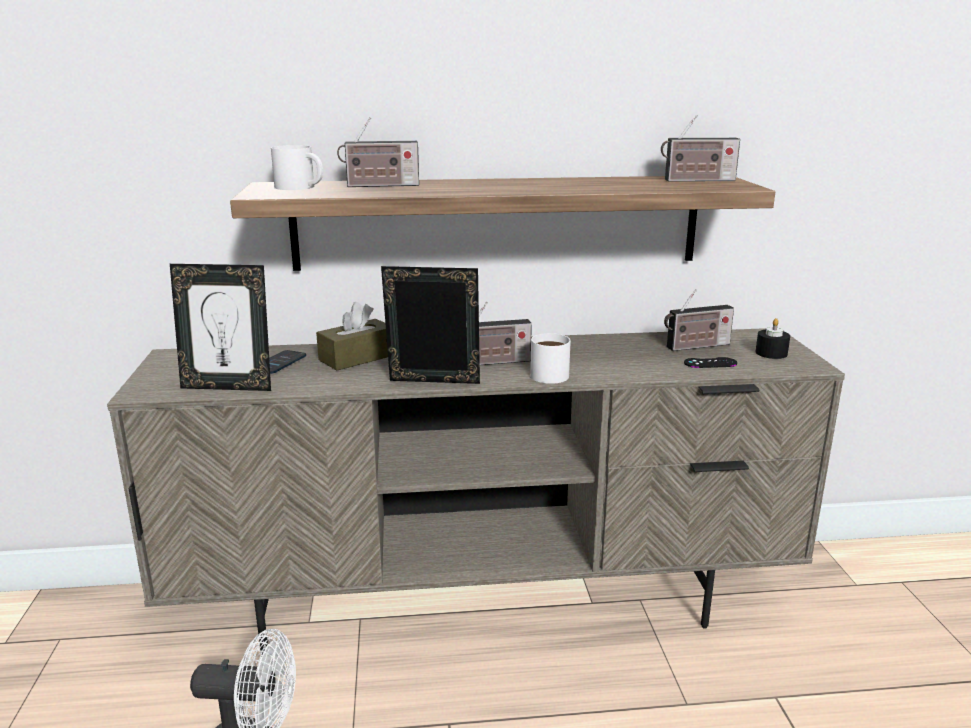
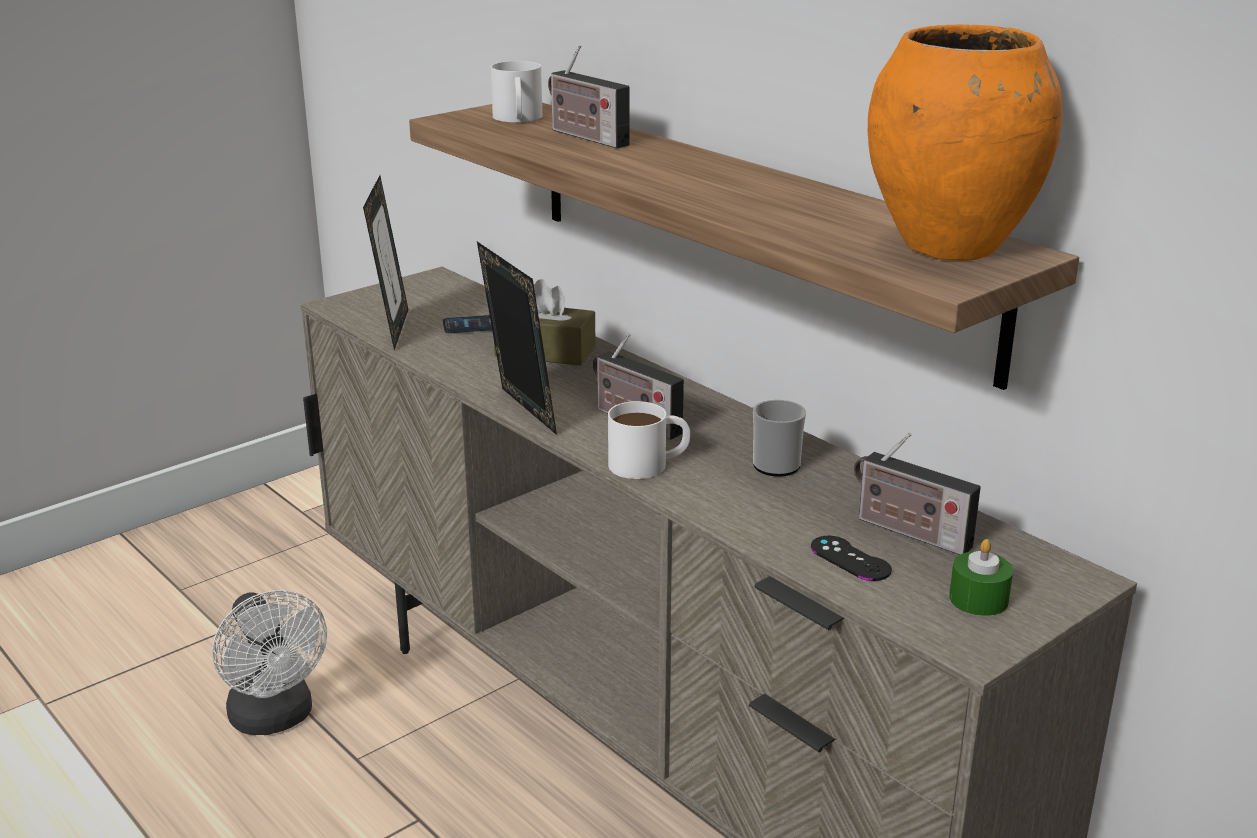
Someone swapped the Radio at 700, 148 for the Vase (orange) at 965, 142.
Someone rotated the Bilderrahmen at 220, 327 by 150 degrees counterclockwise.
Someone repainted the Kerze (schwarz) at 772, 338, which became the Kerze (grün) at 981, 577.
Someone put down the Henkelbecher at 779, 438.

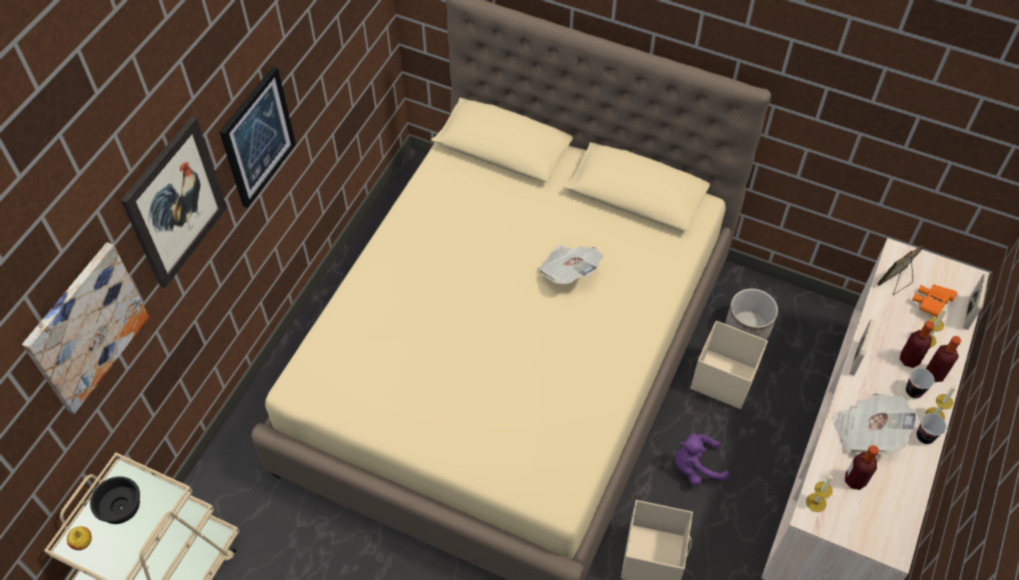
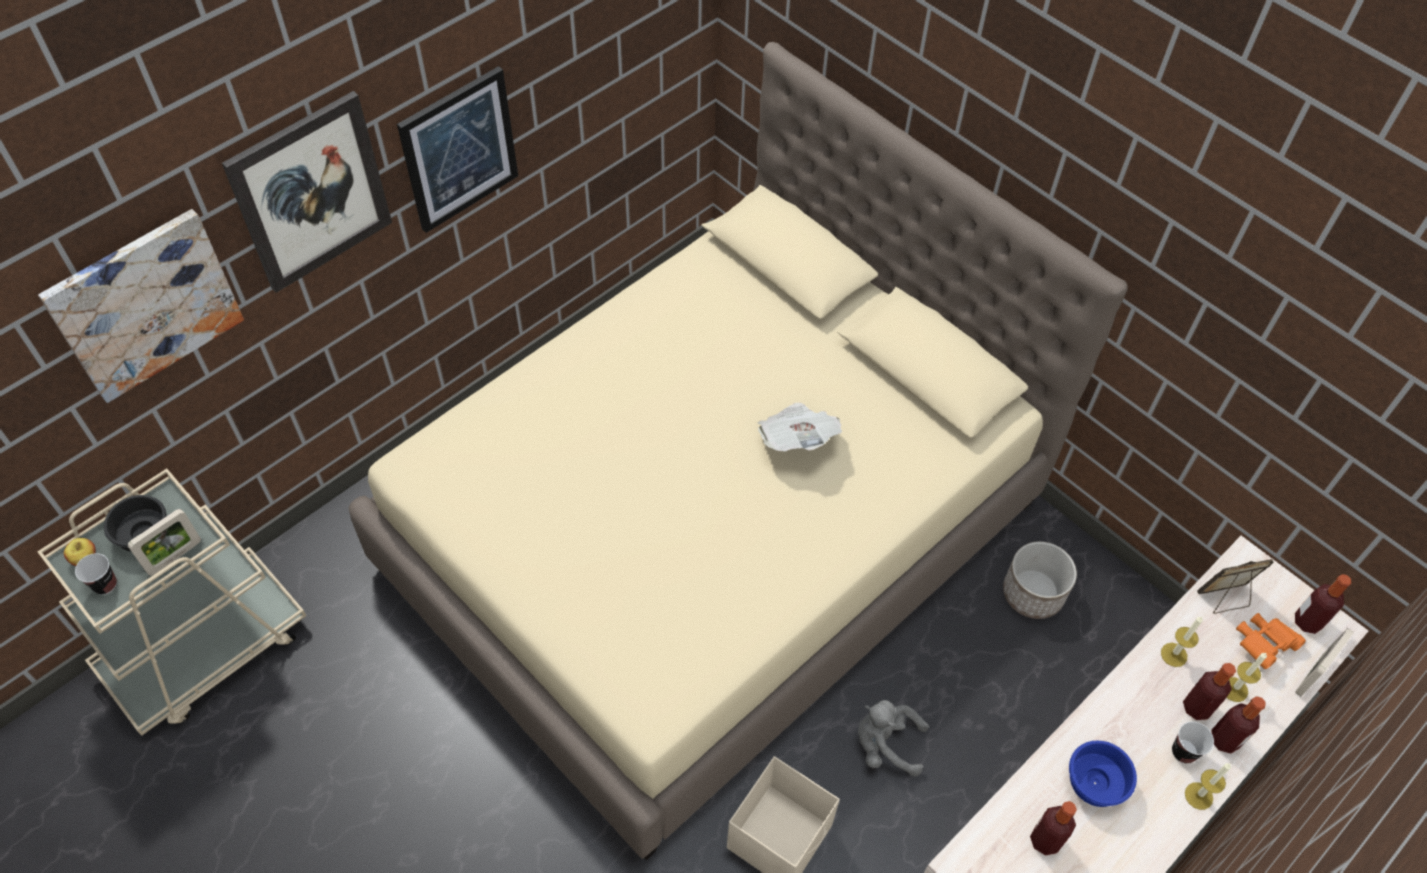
Someone carried the Bilderrahmen from 862, 347 to 164, 542.
Someone took away the Aufbewahrungsbox (beige) at 729, 365.
Someone swapped the Zeitung at 875, 424 for the Schüssel (blau) at 1103, 774.
Someone carried the Tasse from 931, 428 to 96, 574.
Someone repainted the Plüschtier (lila) at 702, 459, which became the Plüschtier (grau) at 893, 738.
Someone carried the Kerze from 819, 493 to 1182, 642.
Someone put down the Flasche at 1323, 604.

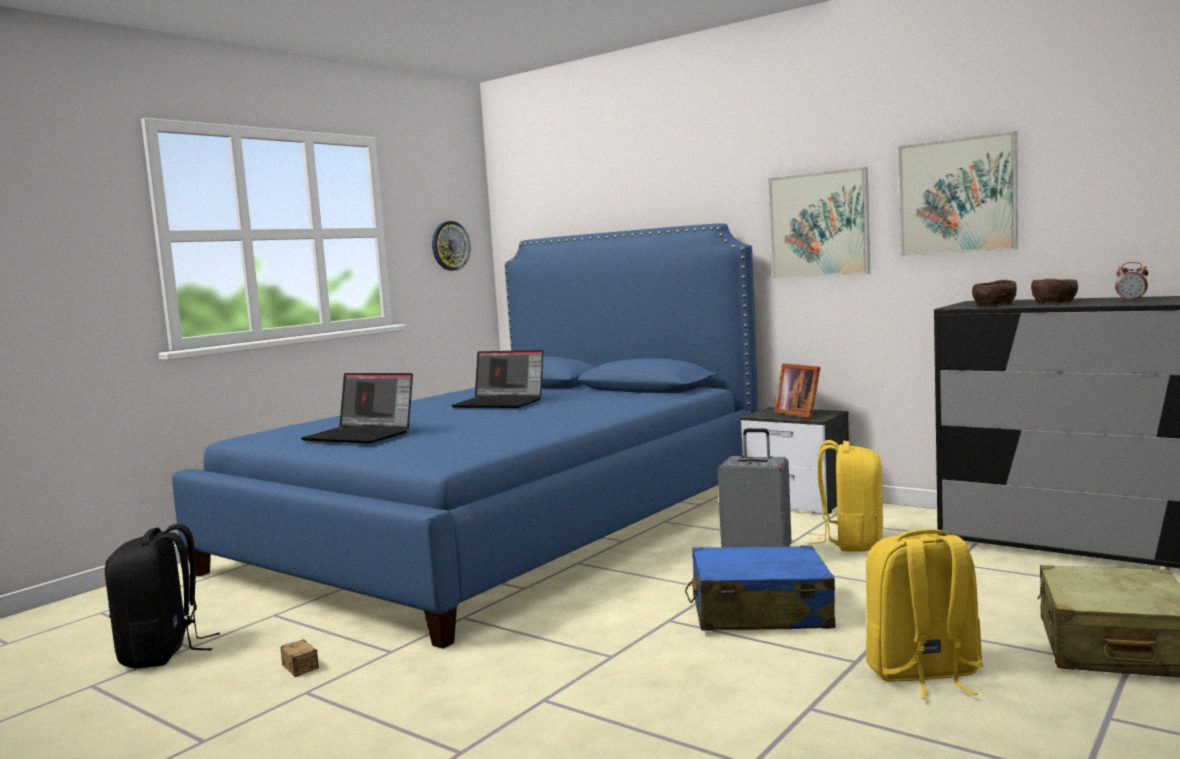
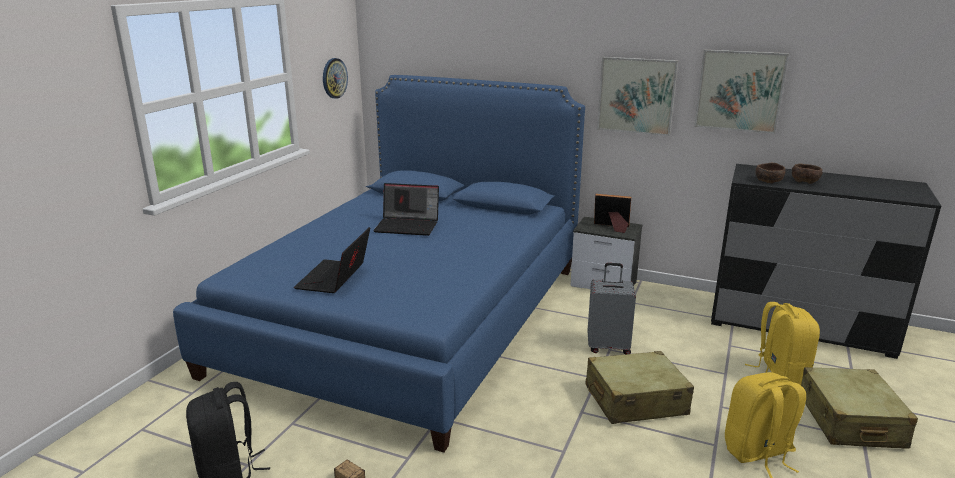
Someone took away the Wecker at 1132, 282.
Someone rotated the Bilderrahmen at 797, 391 by 150 degrees clockwise.
Someone rotated the Laptop at 357, 408 by 90 degrees clockwise.
Someone carried the Rucksack (gelb) from 845, 496 to 782, 343.
Someone repainted the Koffer (blau) at 760, 588, which became the Koffer (beige) at 640, 387.

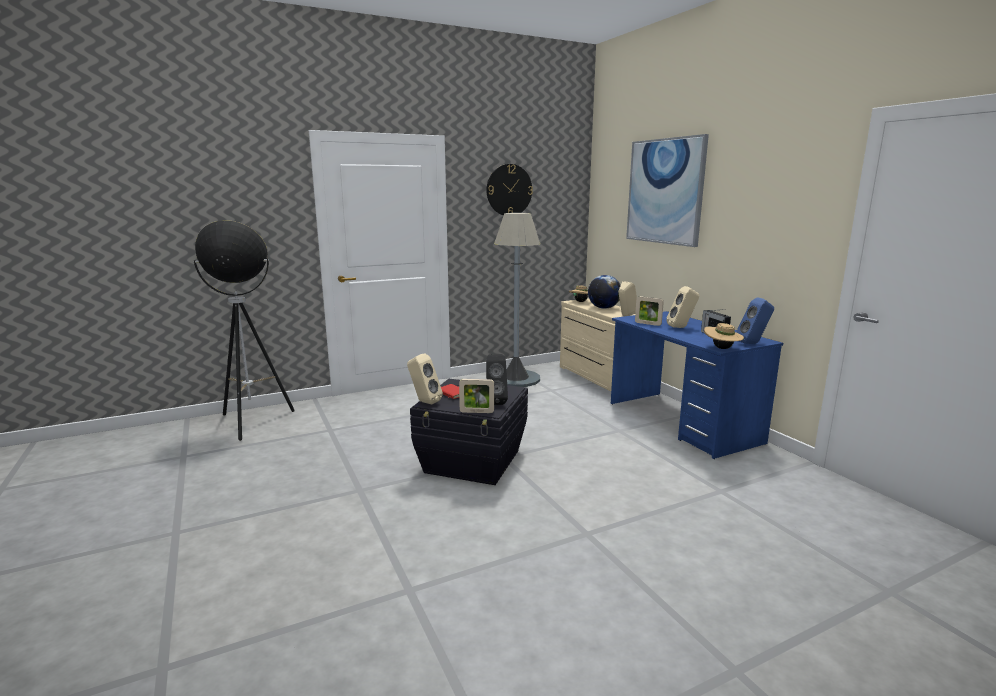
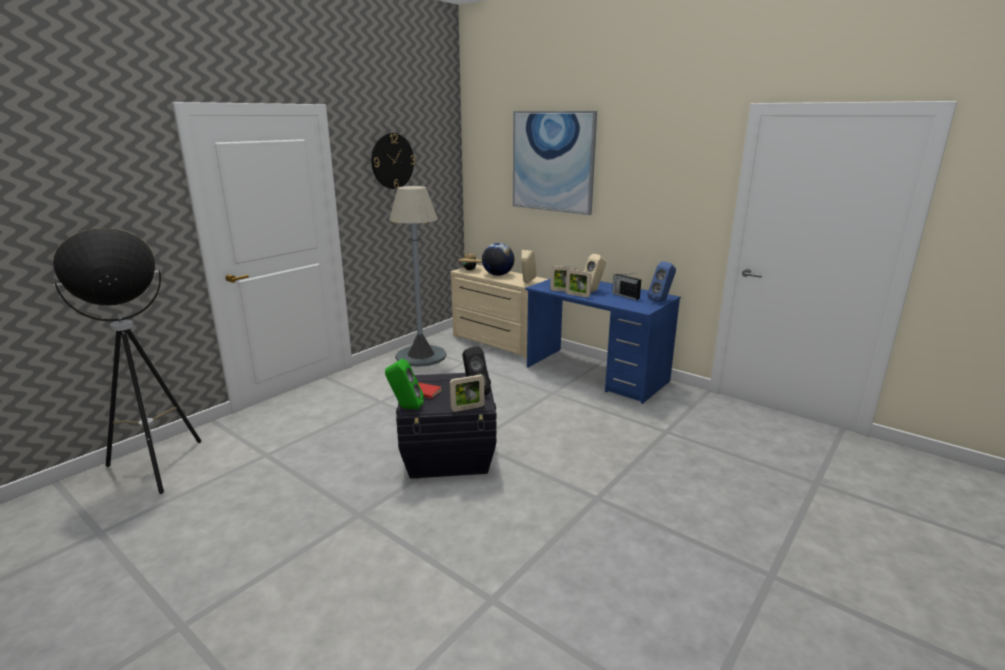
Someone took away the Hut (beige) at 724, 336.
Someone repainted the Lautsprecher (beige) at 425, 378, which became the Lautsprecher (grün) at 404, 384.
Someone put down the Bilderrahmen at 578, 283.

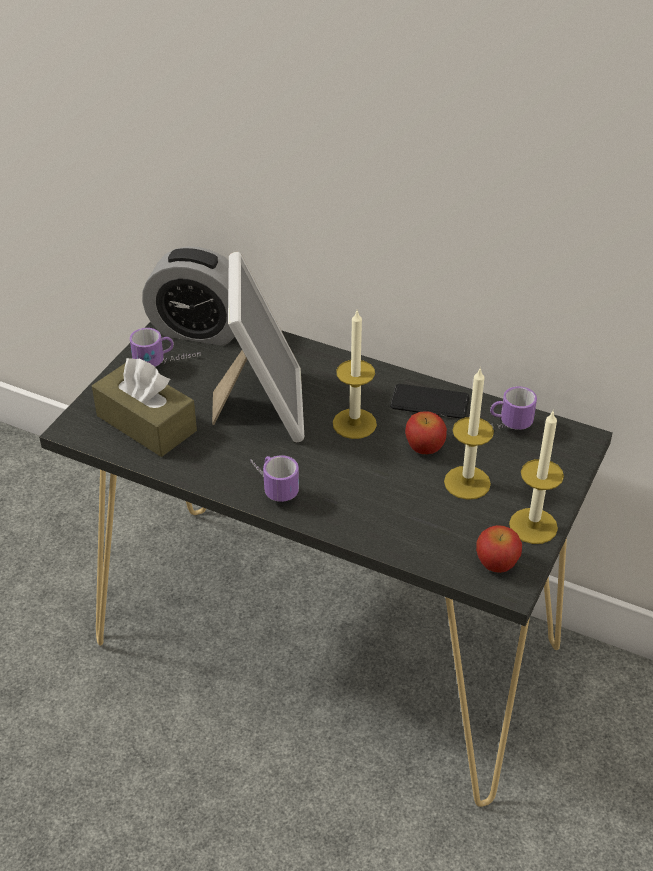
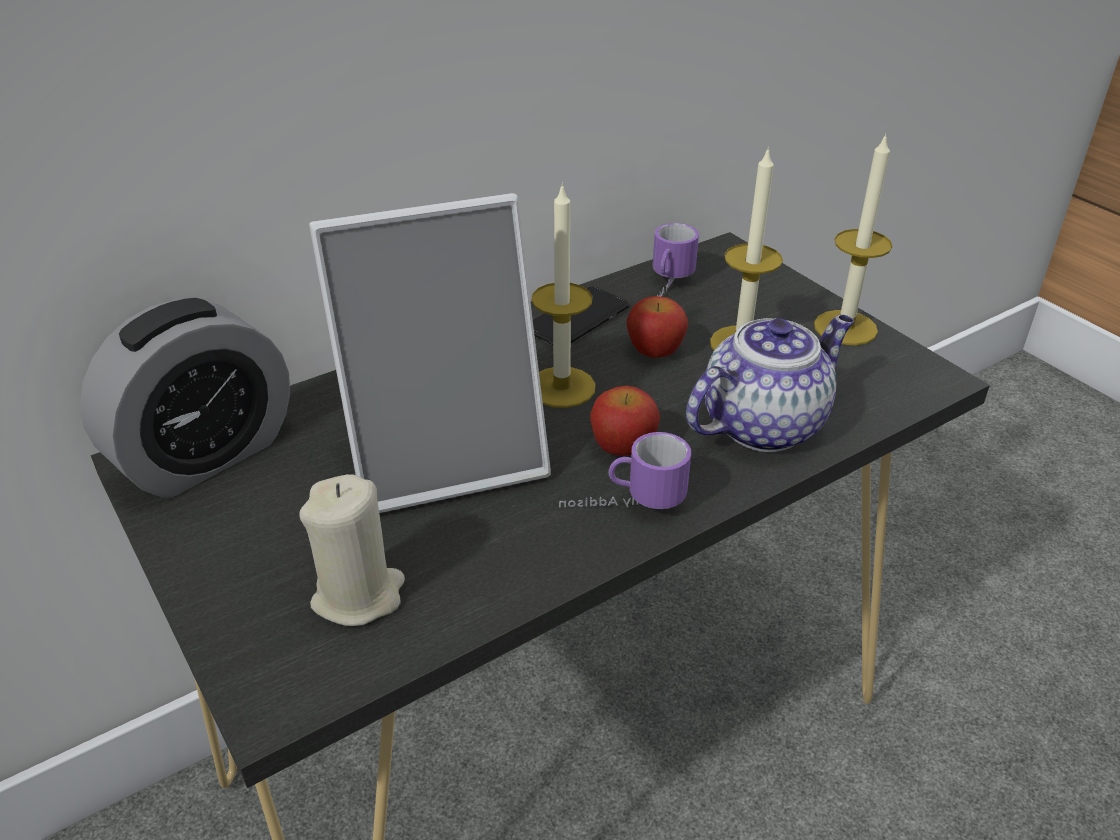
Someone rotated the Bilderrahmen at 258, 347 by 135 degrees clockwise.
Someone took away the Henkelbecher at 165, 347.
Someone swapped the Taschentuchbox (braun) at 144, 407 for the Kerze (beige) at 352, 550.
Someone carried the Apfel from 499, 549 to 625, 421.
Someone put down the Teekanne at 770, 383.

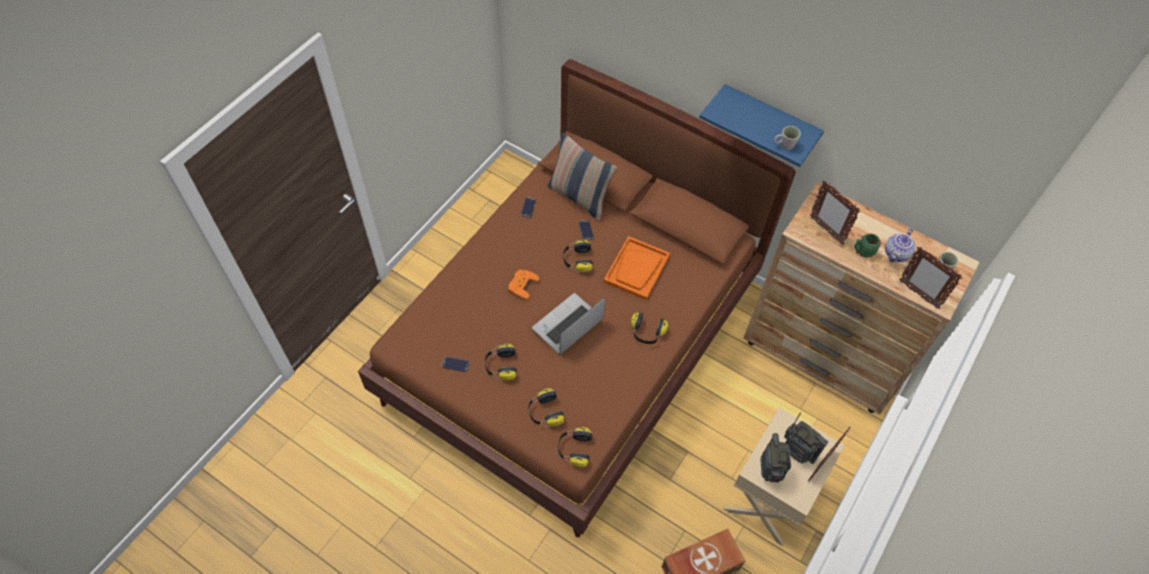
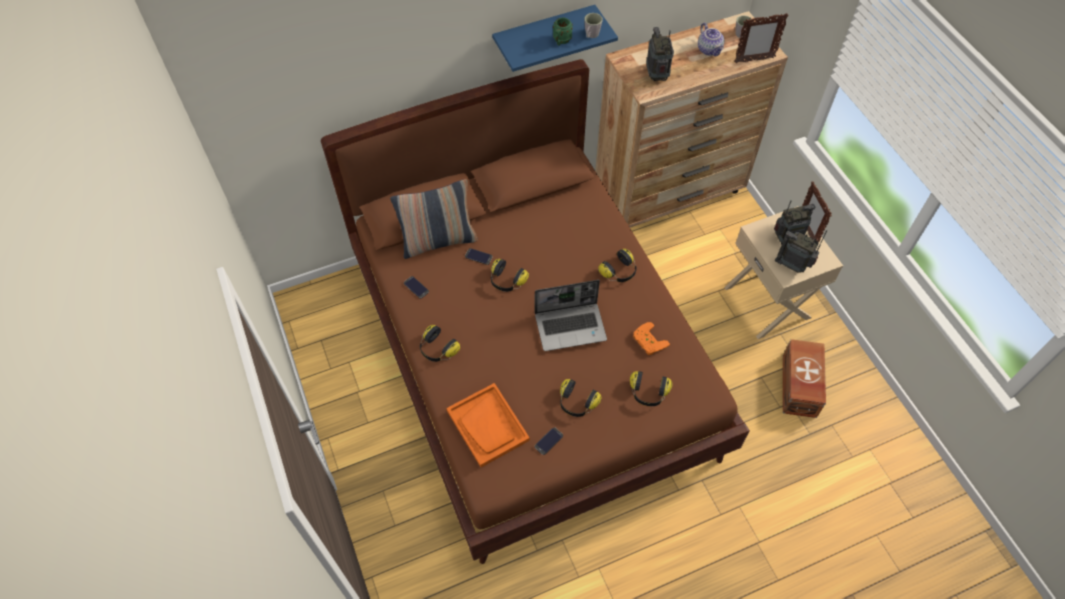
Someone swapped the Bilderrahmen at 835, 212 for the Radio at 660, 54.
Someone carried the Henkelbecher (grün) from 867, 245 to 563, 31.
Someone carried the Tablett (orange) from 637, 268 to 488, 425.
Someone carried the Gamepad (orange) from 524, 285 to 651, 338.
Someone rotated the Laptop at 568, 324 by 90 degrees counterclockwise.
Someone carried the Kopfhörer from 575, 447 to 440, 343.

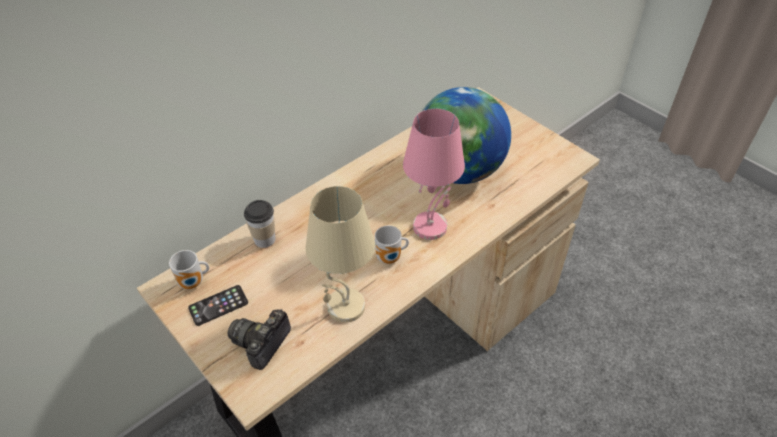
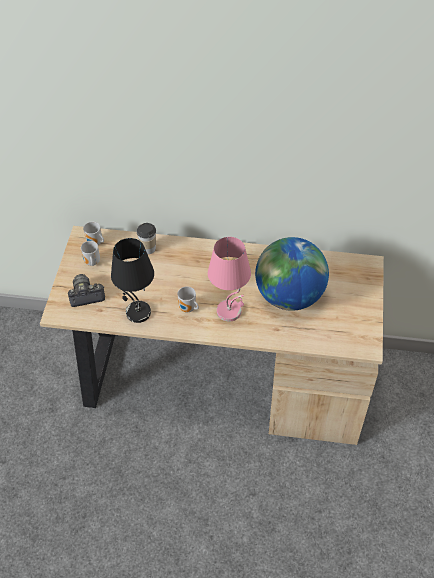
Someone repainted the Tischlampe (beige) at 340, 254, which became the Tischlampe (schwarz) at 132, 280.
Someone swapped the Handy at 218, 305 for the Henkelbecher at 90, 253.

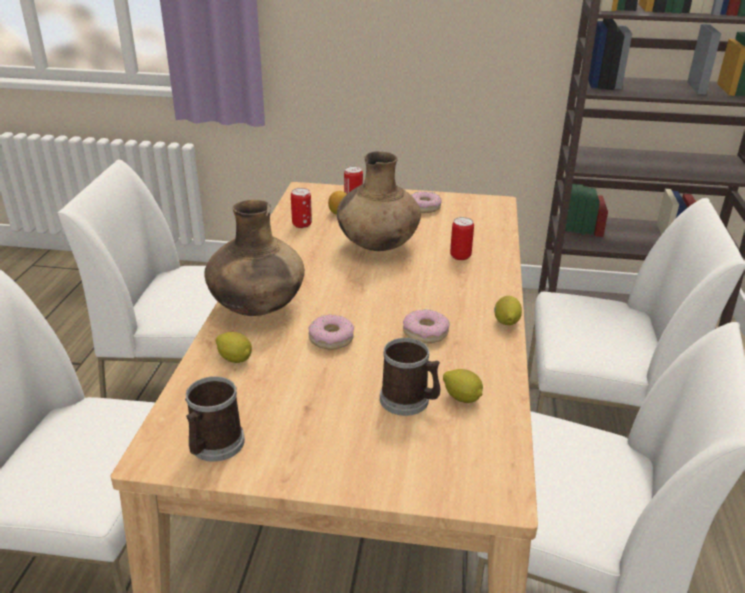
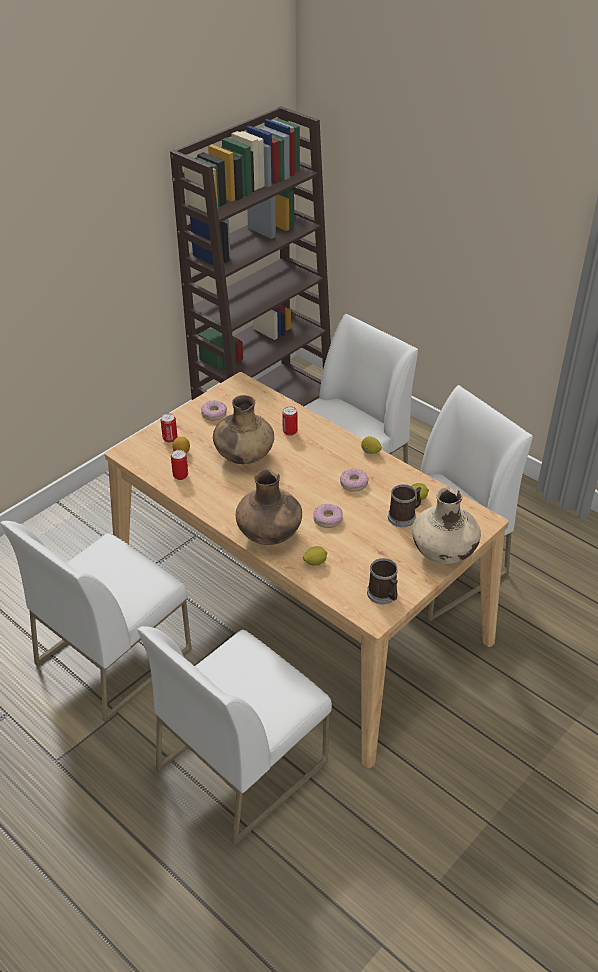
Someone put down the Vase (beige) at 446, 525.

